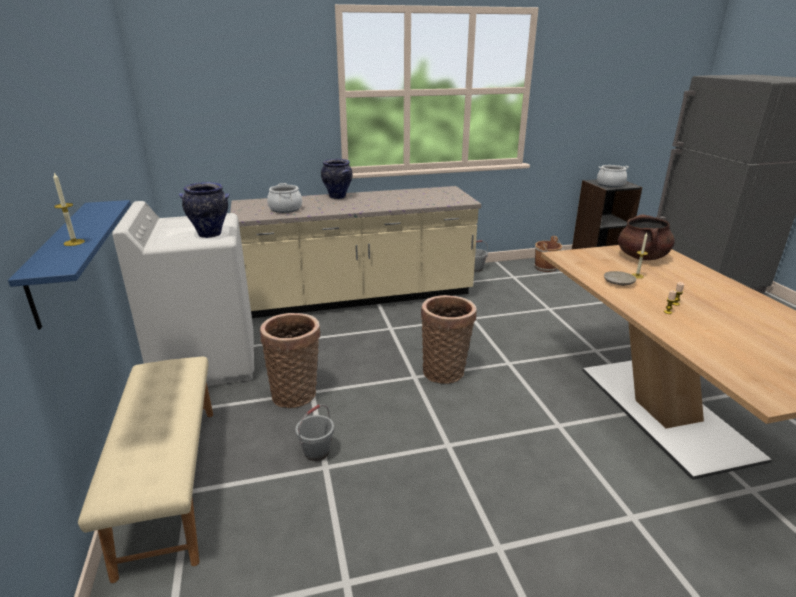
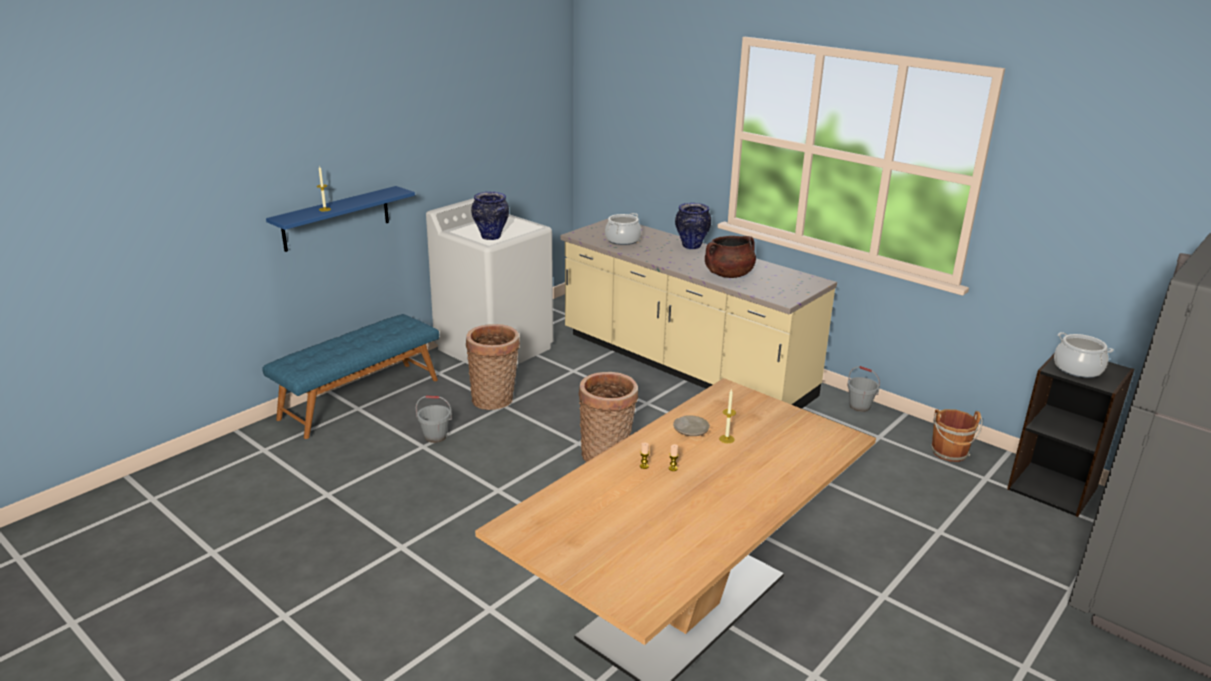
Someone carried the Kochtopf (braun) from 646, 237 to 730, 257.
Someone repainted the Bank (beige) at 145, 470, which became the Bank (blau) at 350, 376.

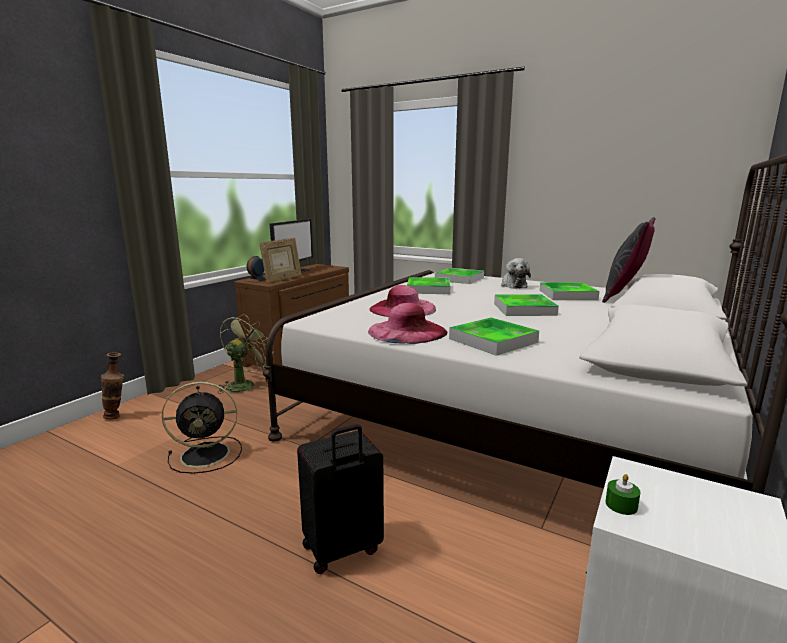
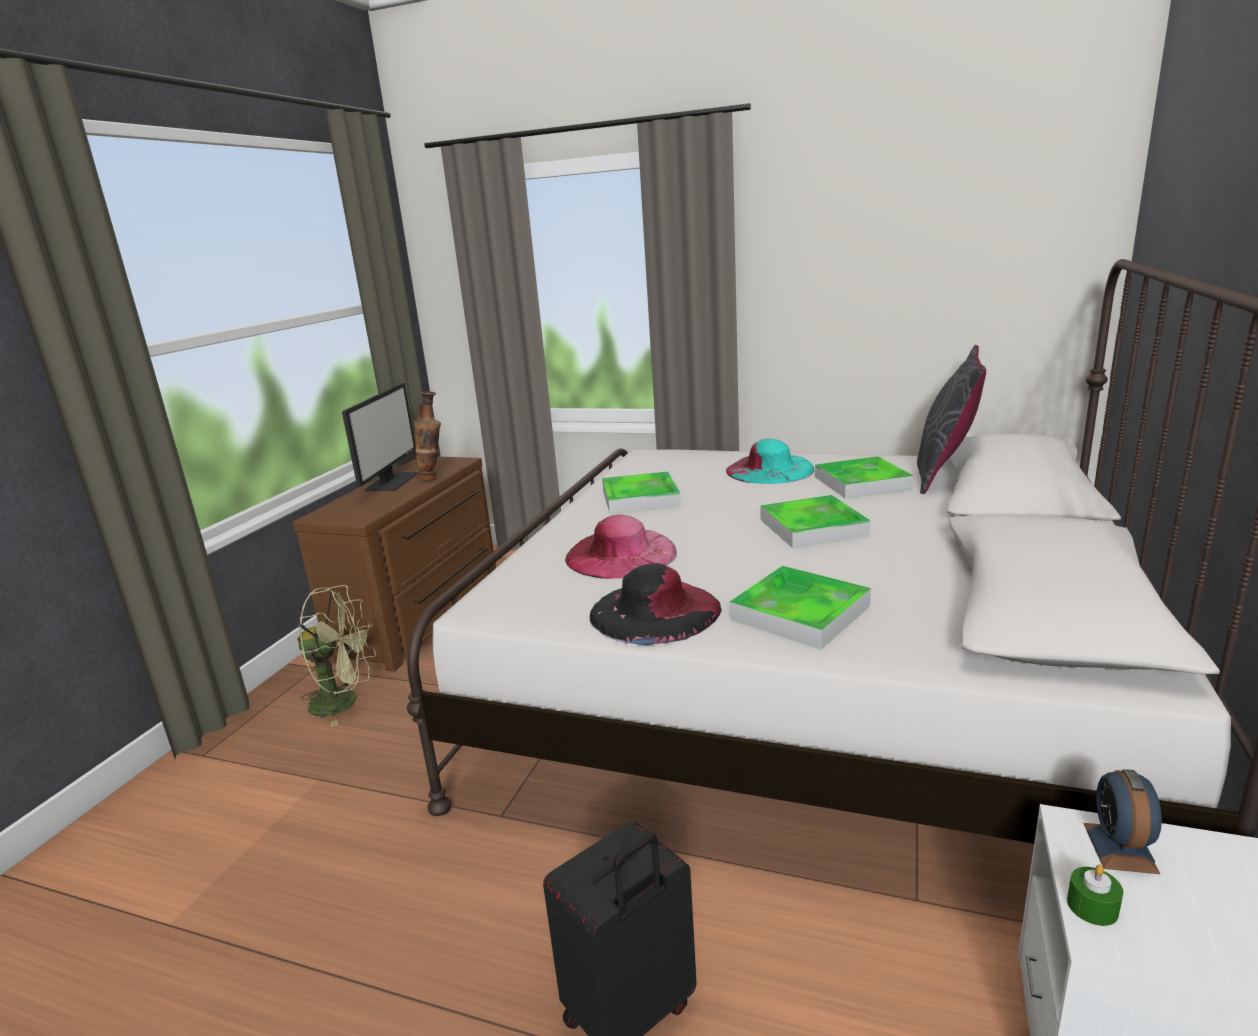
Someone took away the Bilderrahmen at 280, 260.
Someone carried the Wecker from 256, 269 to 1122, 821.
Someone swapped the Plüschtier at 516, 273 for the Hut (türkis) at 770, 461.
Someone took away the Tablett at 459, 276.
Someone repainted the Hut (rosa) at 408, 323, which became the Hut (schwarz) at 655, 604.
Someone rotated the Ventilator (grün) at 245, 354 by 75 degrees clockwise.
Someone carried the Vase from 112, 386 to 427, 435.
Someone took away the Ventilator (schwarz) at 202, 428.

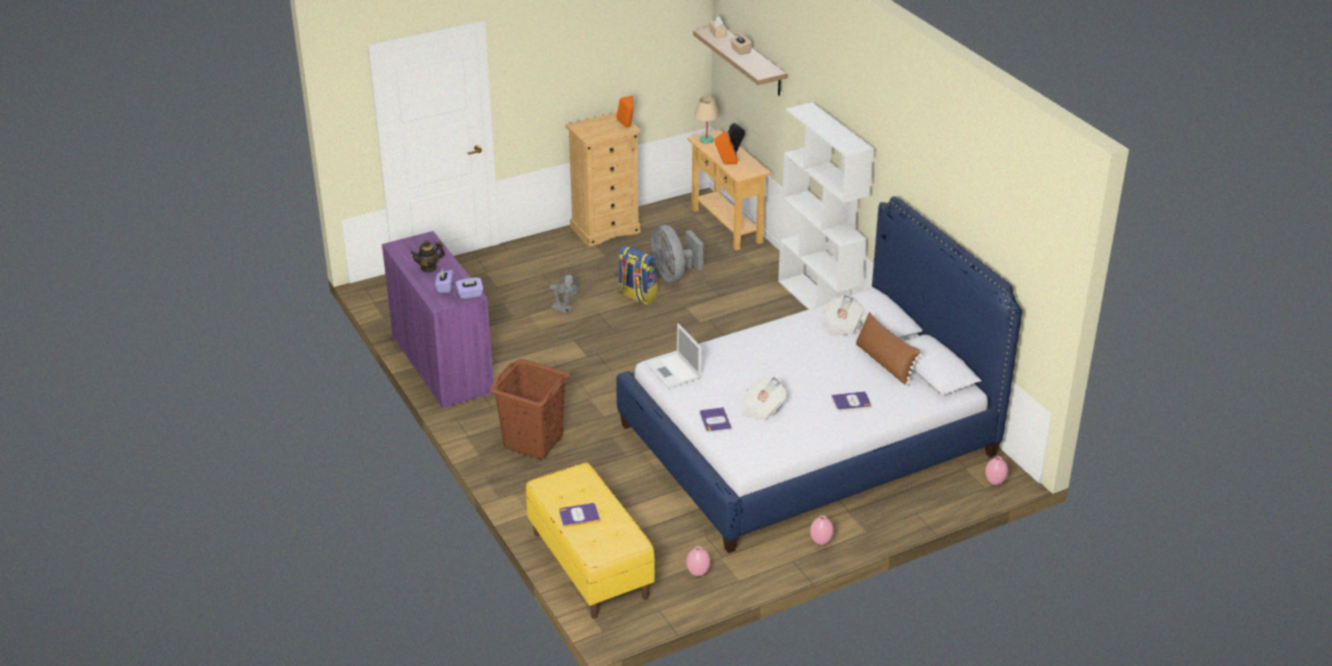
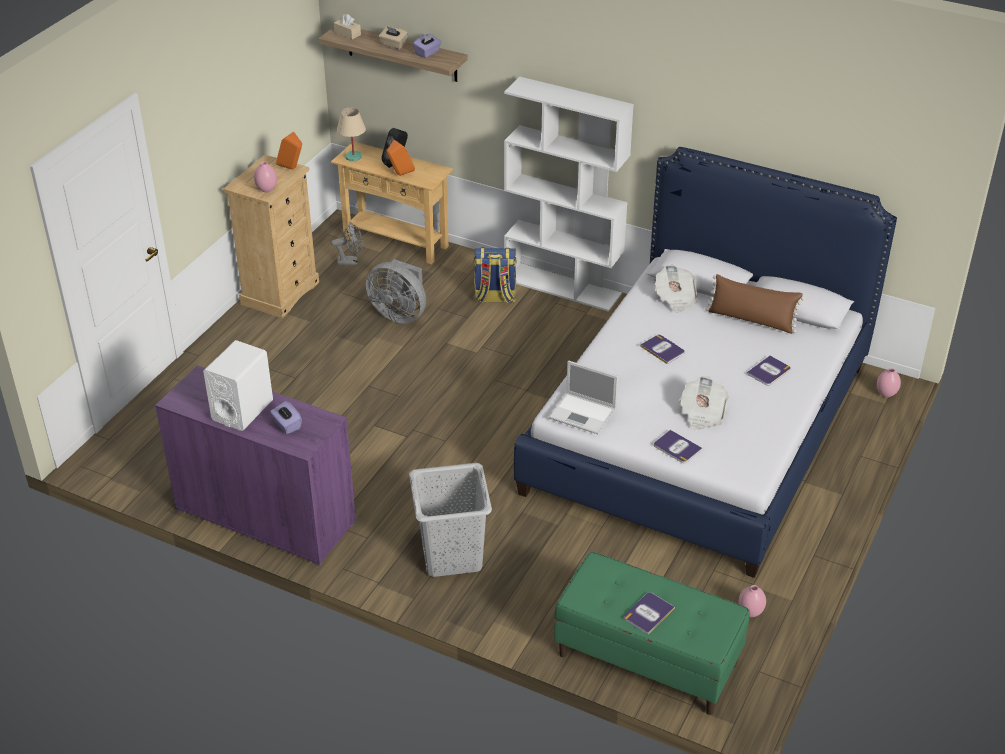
Someone swapped the Teekanne at 427, 256 for the Lautsprecher (weiß) at 238, 385.
Someone carried the Rucksack from 638, 275 to 495, 275.
Someone carried the Ventilator (grau) from 564, 293 to 347, 243.
Someone carried the Taschentuchbox (lila) from 469, 288 to 427, 46.
Someone repainted the Wäschekorb (braun) at 530, 409, which became the Wäschekorb (grau) at 450, 520.
Someone repainted the Bank (gelb) at 590, 540, which became the Bank (grün) at 652, 633.
Someone carried the Vase (rosa) from 822, 530 to 265, 177.
Someone put down the Buch at 662, 349.

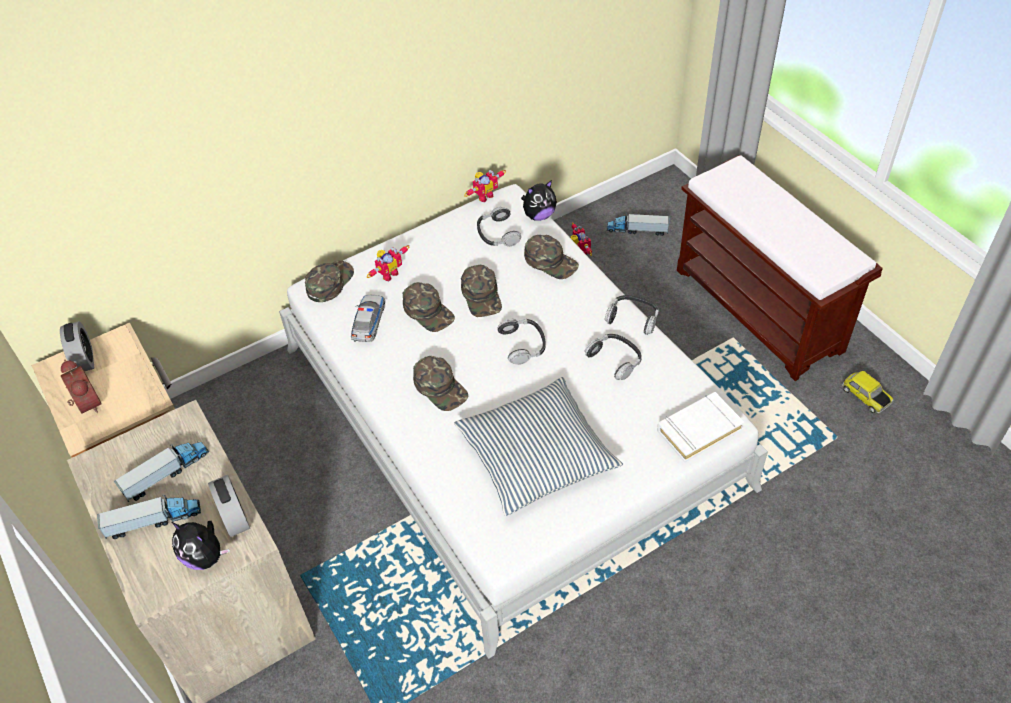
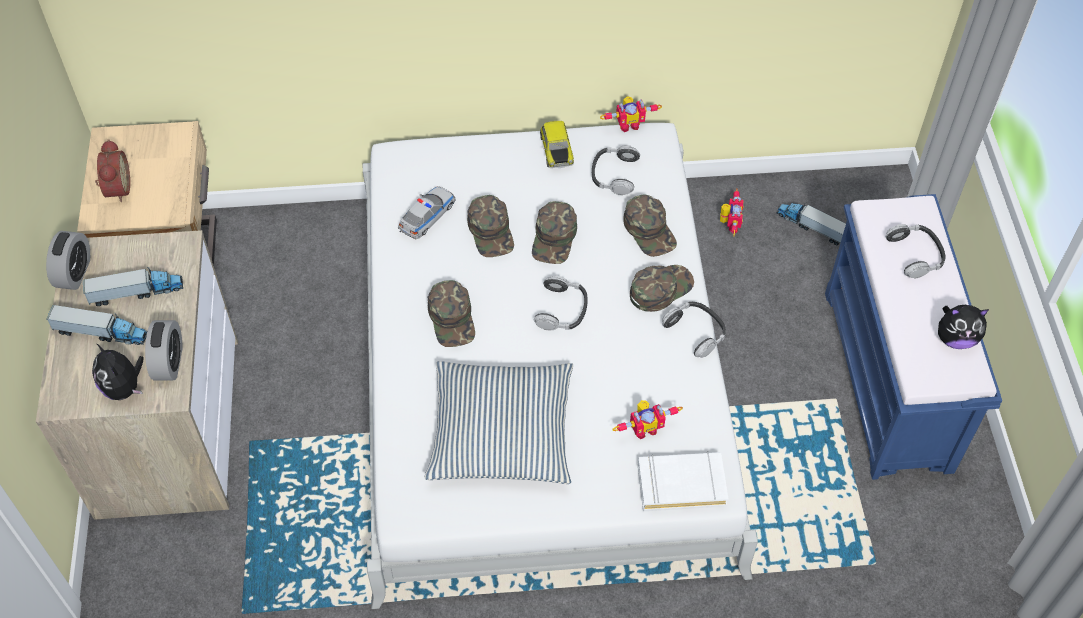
Someone repainted the Bank (braun) at 780, 268, which became the Bank (blau) at 913, 337.
Someone carried the Plüschtier from 539, 200 to 963, 327.
Someone carried the Spielzeugroboter from 387, 263 to 648, 419.
Someone carried the Kappe (grün) from 329, 281 to 662, 288.
Someone carried the Wecker from 77, 346 to 68, 260.
Someone carried the Kopfhörer from 613, 357 to 916, 251.
Someone carried the Spielzeugauto from 868, 392 to 557, 144.

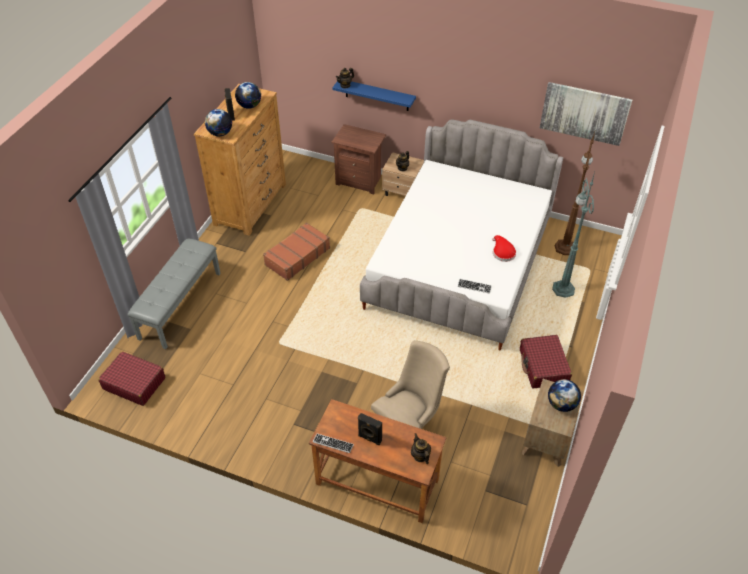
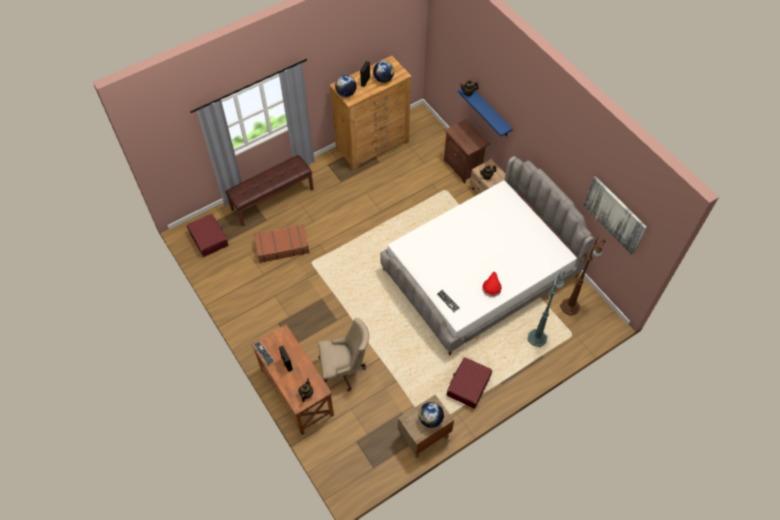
Someone carried the Koffer (braun) from 296, 251 to 282, 243.
Someone repainted the Bank (grau) at 174, 294, which became the Bank (braun) at 269, 190.

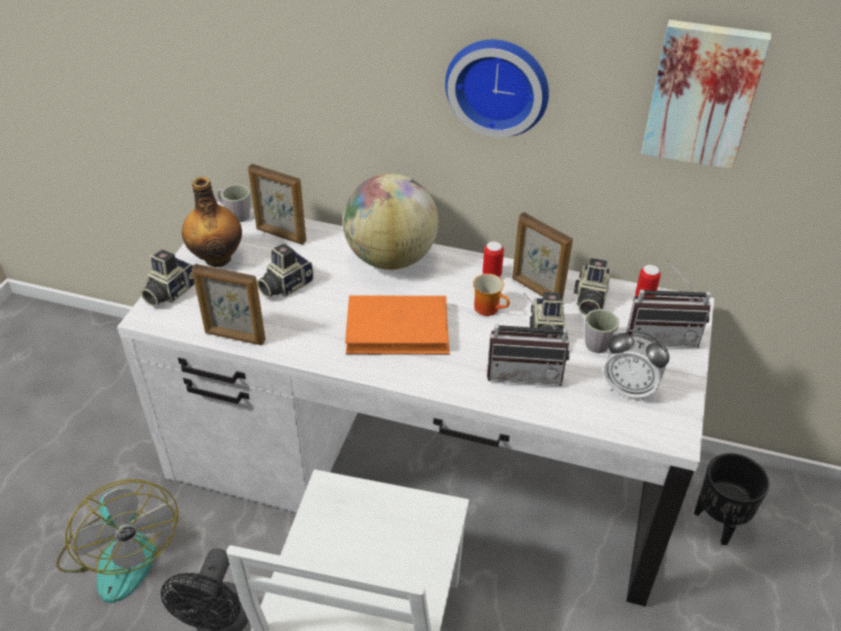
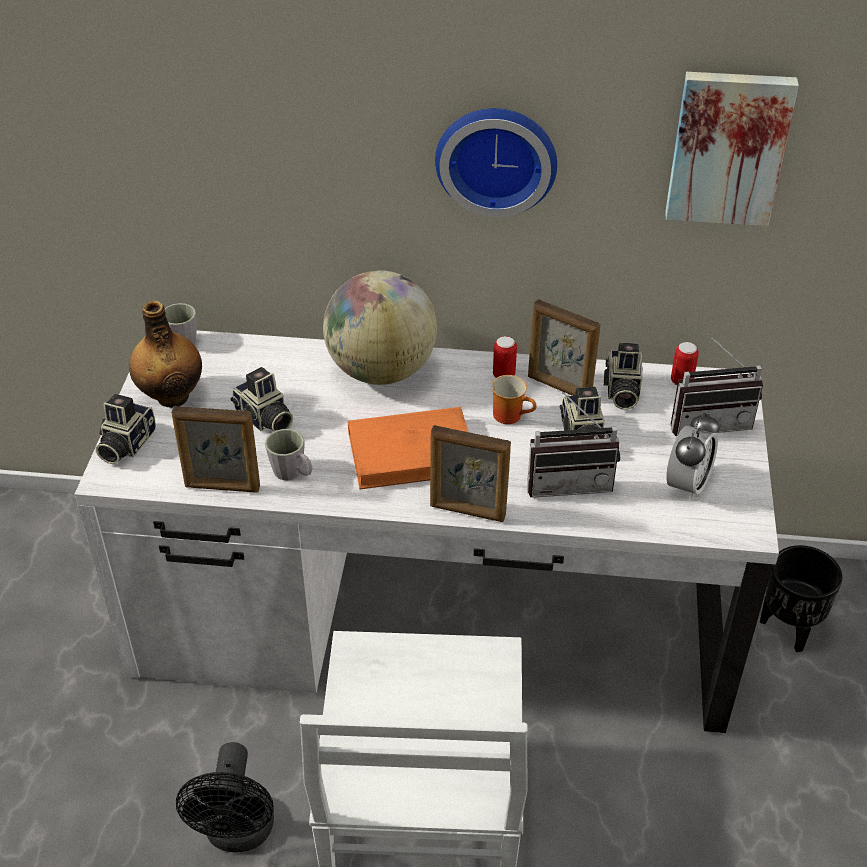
Someone carried the Bilderrahmen from 277, 204 to 470, 473.
Someone rotated the Kamera at 285, 270 by 75 degrees counterclockwise.
Someone carried the Henkelbecher (grau) from 602, 331 to 288, 454.
Someone rotated the Wecker at 637, 365 by 75 degrees counterclockwise.
Someone took away the Ventilator at 117, 541.

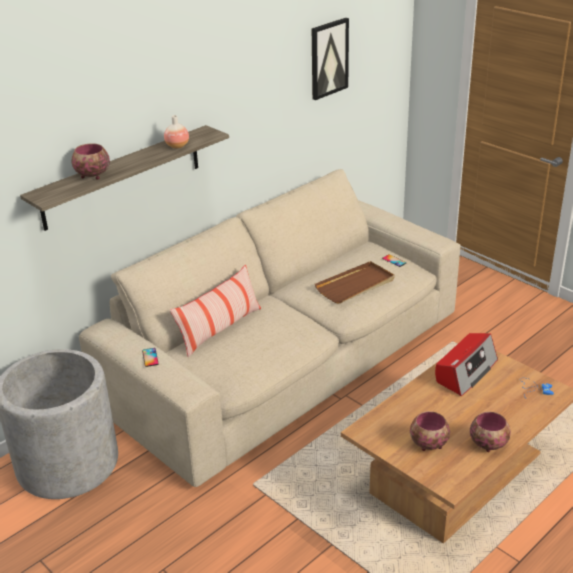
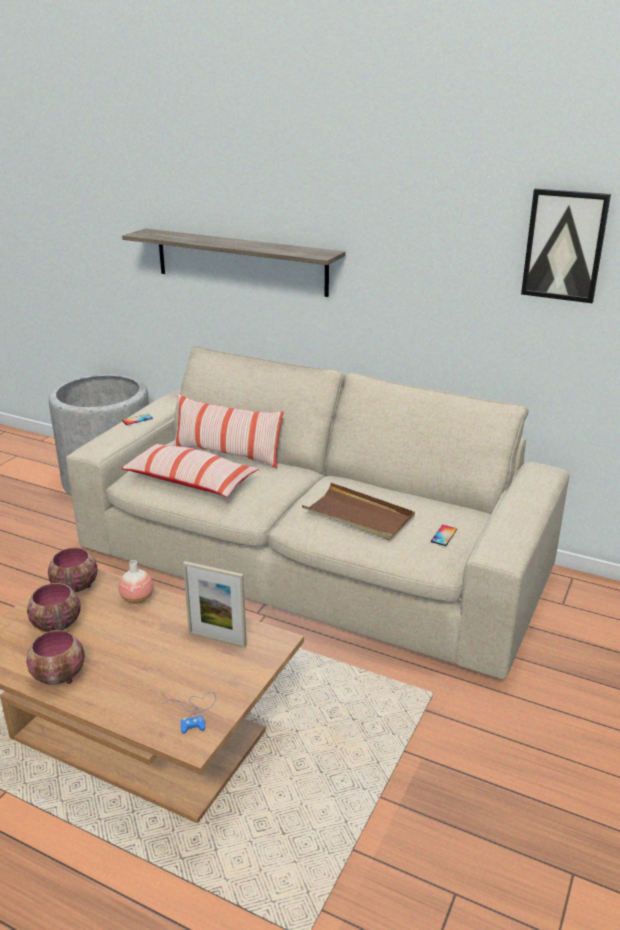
Someone carried the Vase from 176, 132 to 136, 582.
Someone carried the Schüssel from 90, 161 to 73, 569.
Someone swapped the Radio at 466, 364 for the Bilderrahmen at 215, 604.
Someone put down the Kissen at 190, 470.

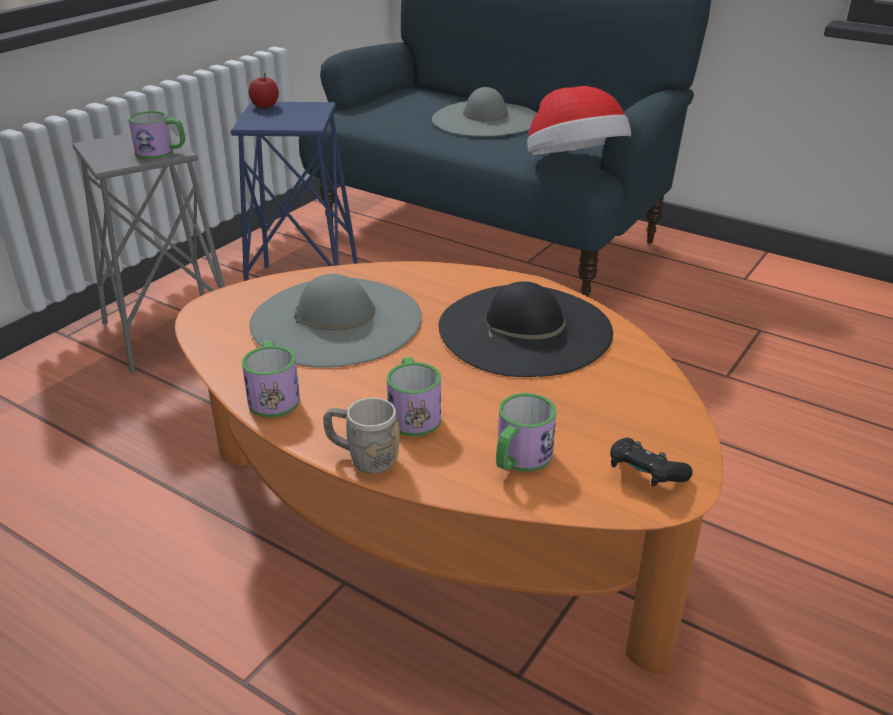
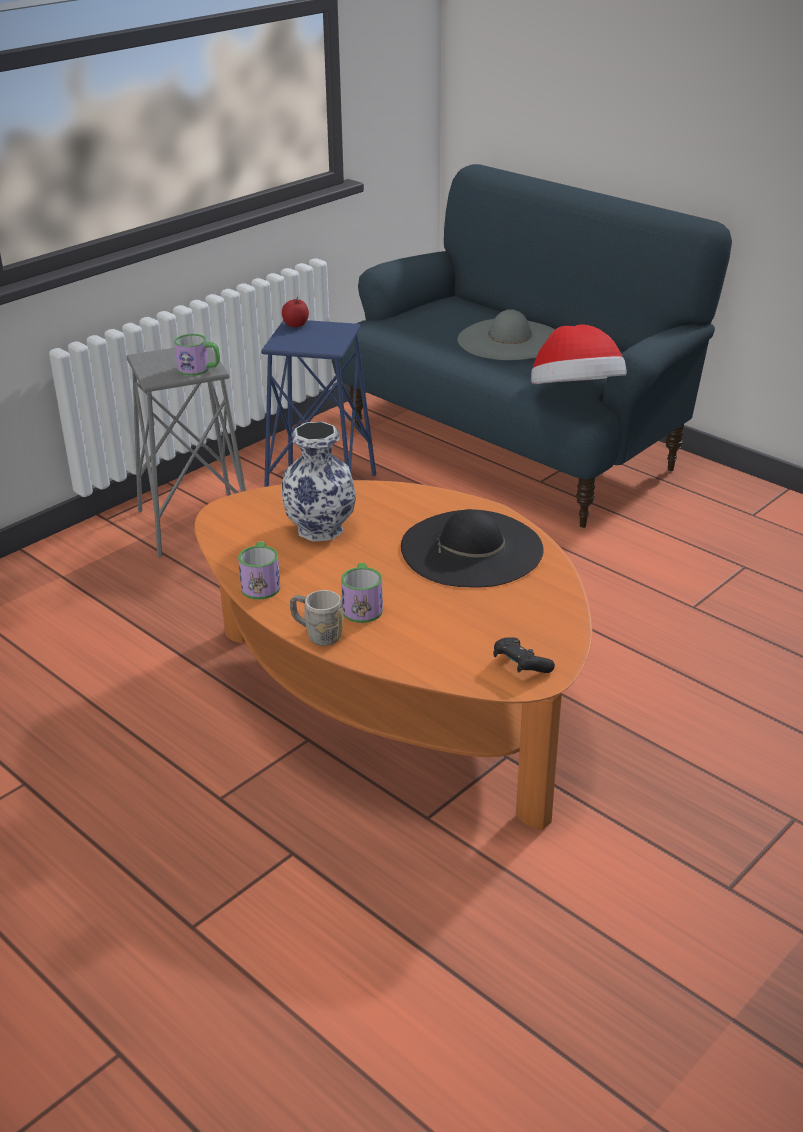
Someone swapped the Hut (grau) at 336, 321 for the Vase at 318, 481.
Someone took away the Henkelbecher at 526, 432.

